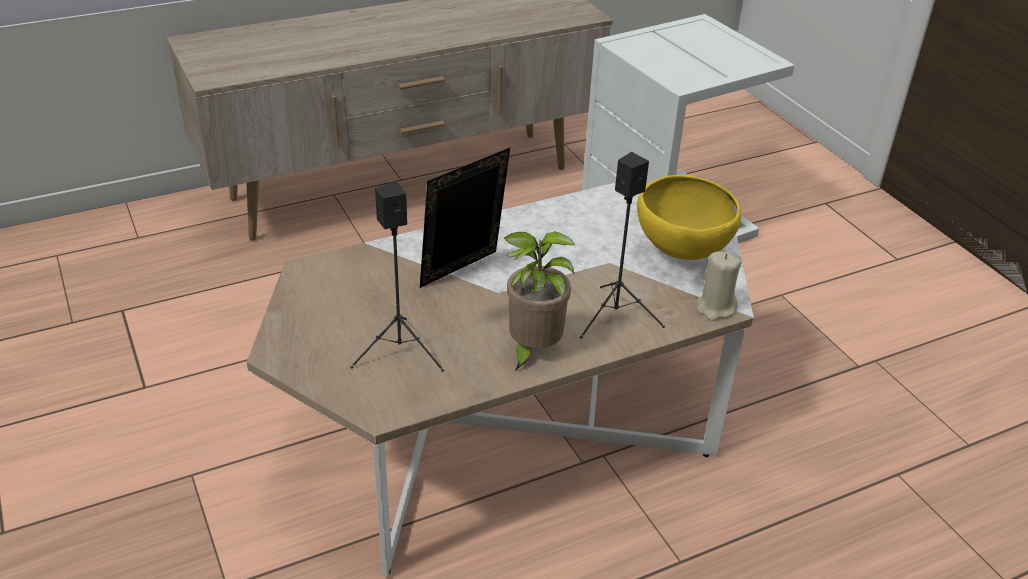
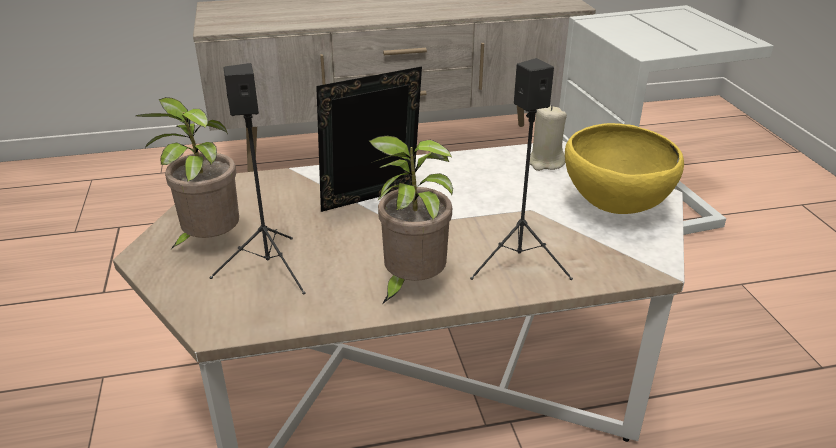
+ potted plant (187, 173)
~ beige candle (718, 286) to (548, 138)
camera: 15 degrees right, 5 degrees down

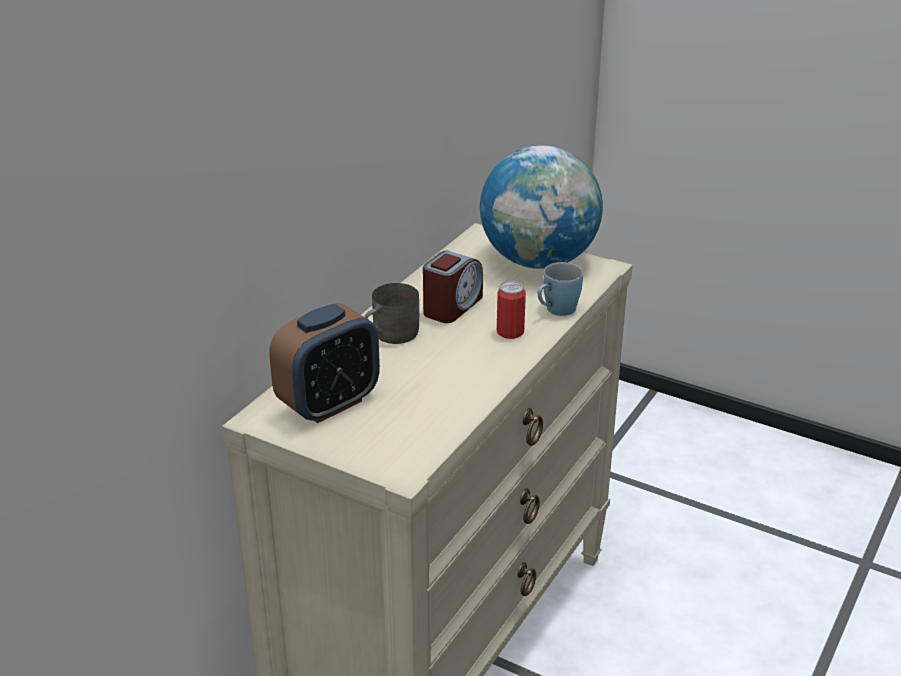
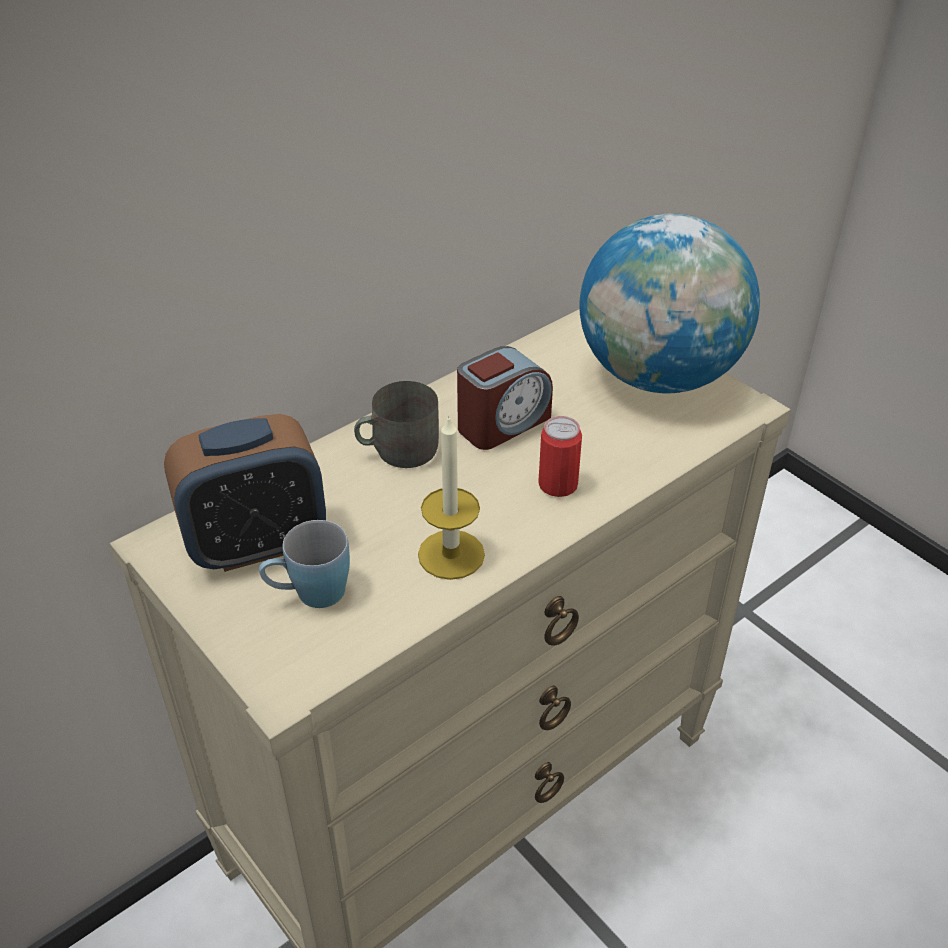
~ blue mug (560, 289) to (304, 564)
+ candle (451, 497)
camera: 20 degrees right, 10 degrees up

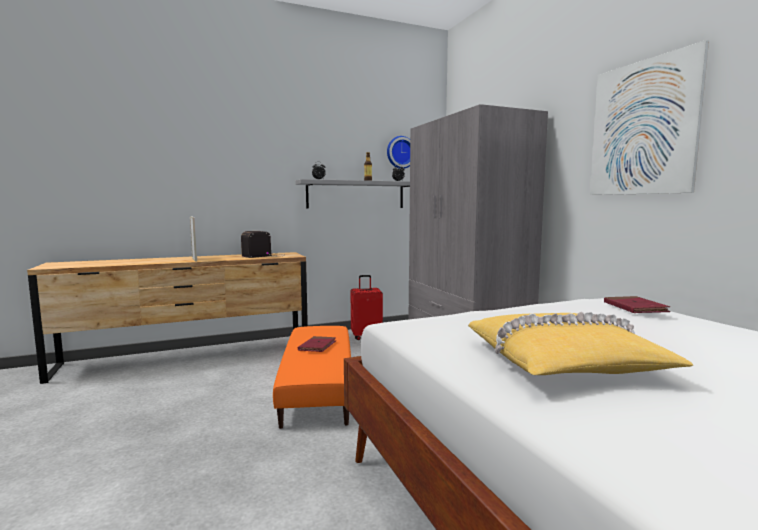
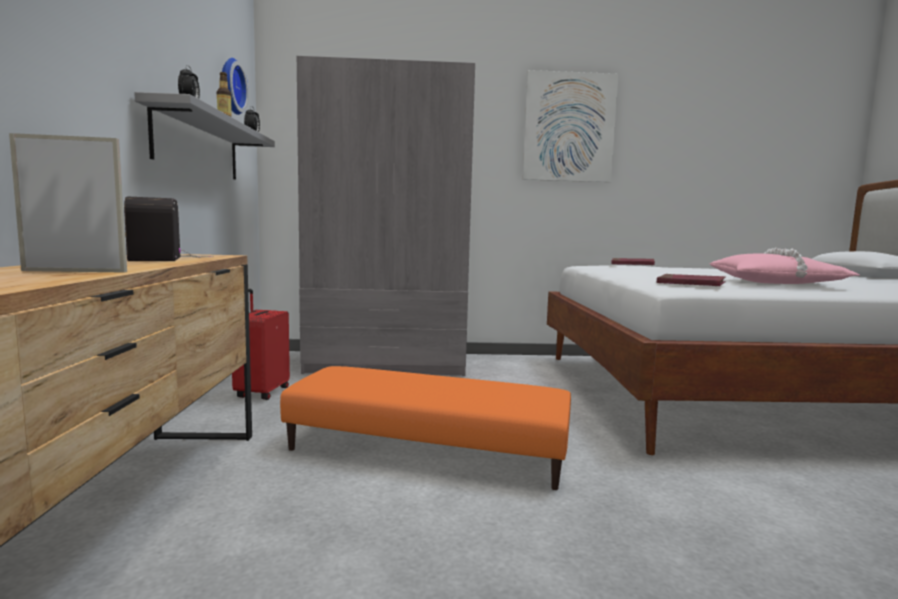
~ red book (317, 344) to (691, 280)
~ yellow pillow (580, 343) to pink pillow (785, 266)
camera: 70 degrees left, 0 degrees up

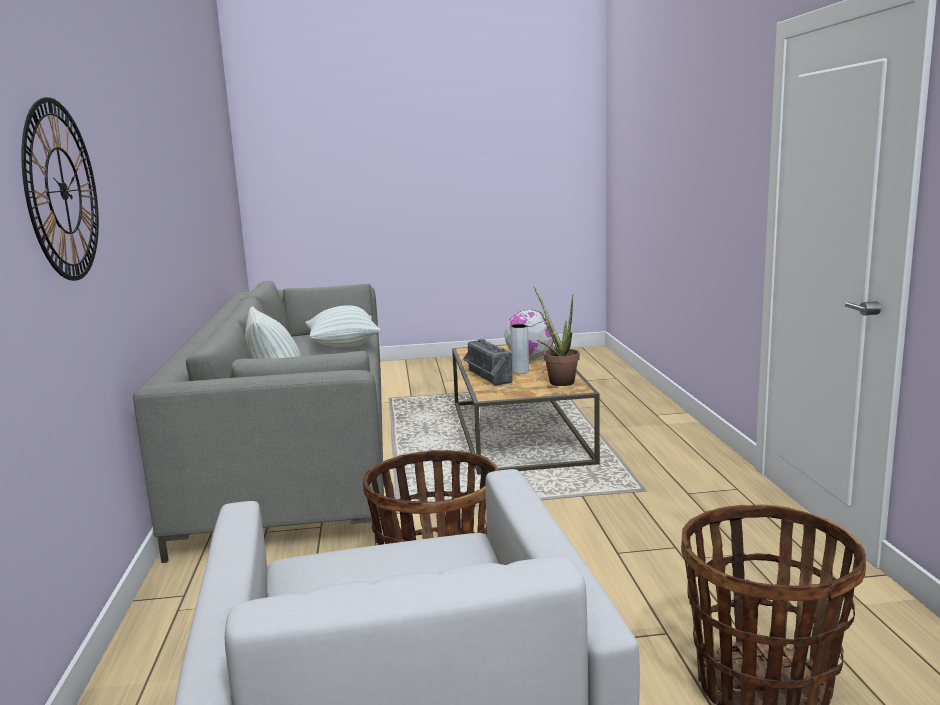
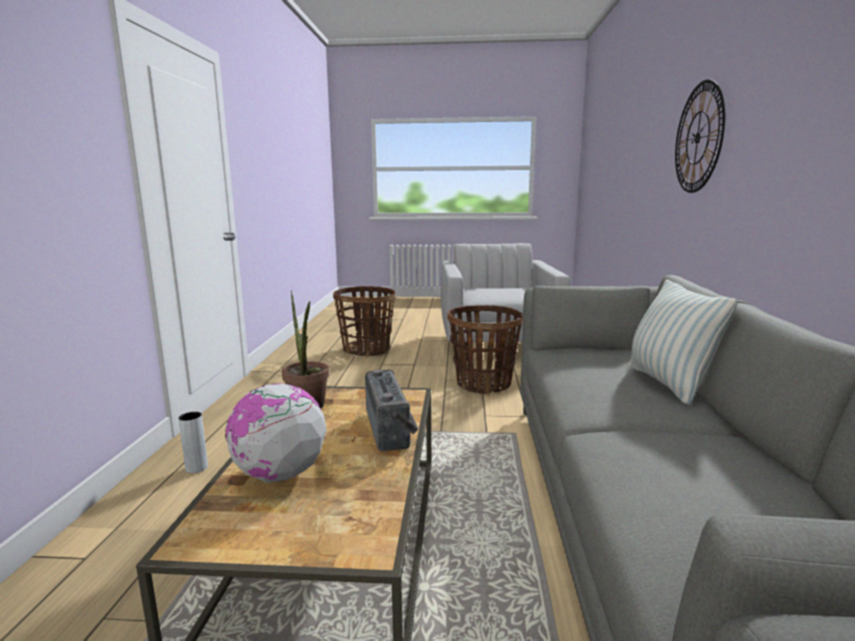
~ grey vase (519, 349) to (193, 442)
- pillow (343, 326)
camera: 170 degrees left, 0 degrees up

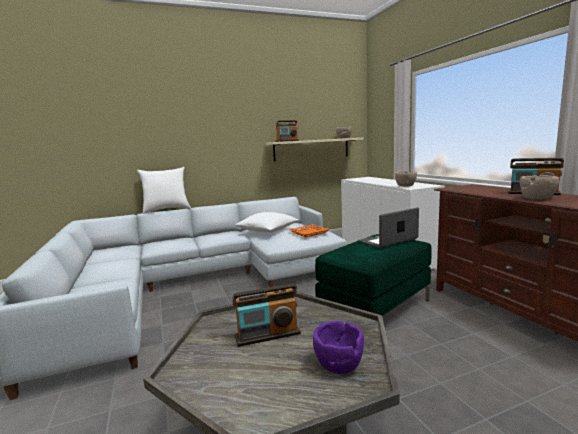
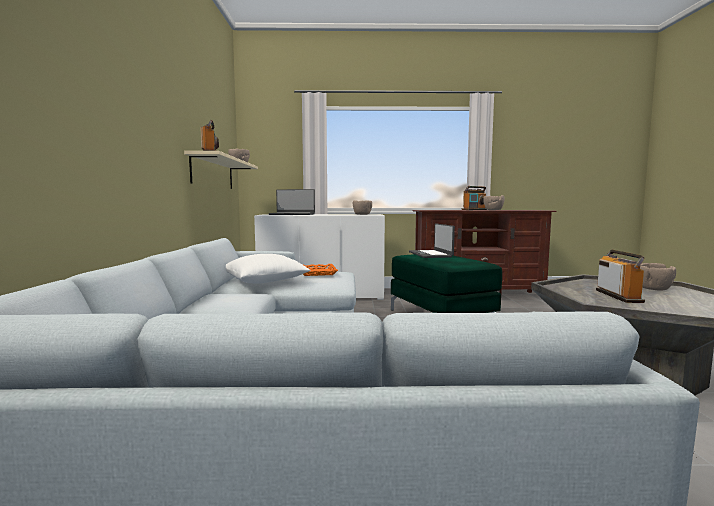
+ laptop (292, 202)
~ purple bowl (338, 347) to brown bowl (658, 277)
- white pillow (164, 190)
camera: 70 degrees left, 5 degrees down

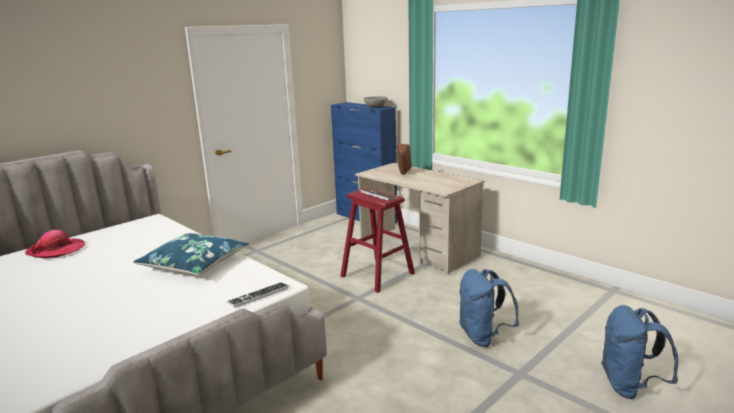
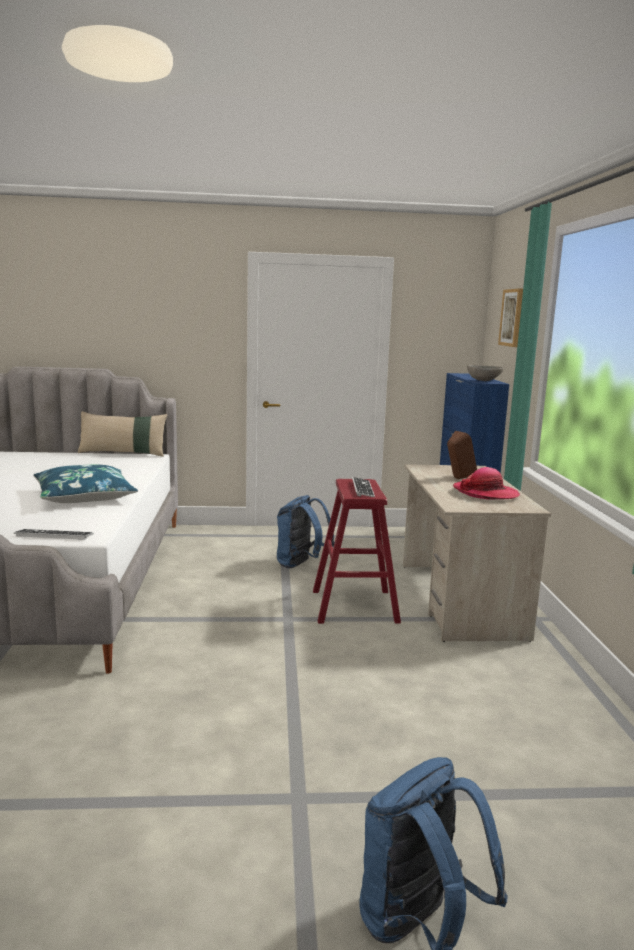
+ beige pillow (123, 434)
~ blue backpack (489, 308) to (306, 531)
~ hat (55, 244) to (486, 483)
+ picture (510, 318)
camera: 40 degrees right, 5 degrees down

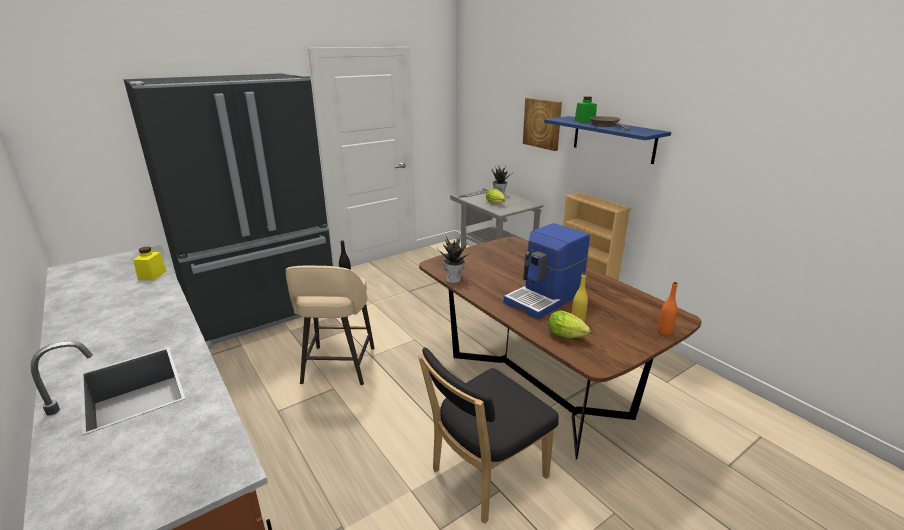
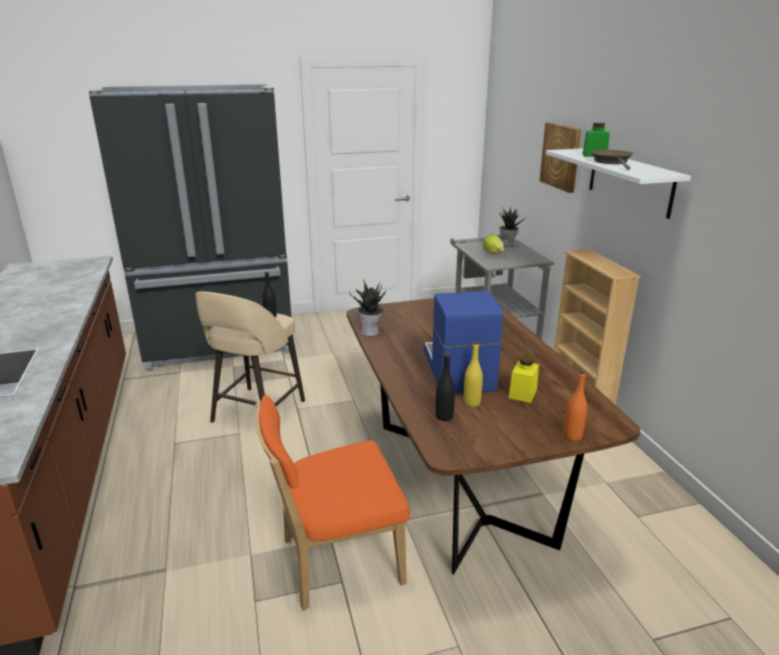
~ black chair (488, 435) to orange chair (332, 502)
~ coffee machine (547, 271) = (463, 342) 105 degrees clockwise
~ lettuce (569, 324) to black bottle (445, 387)
~ yellow jar (149, 263) to (524, 379)
~ blue shelf (607, 140) to white shelf (618, 183)
camera: 20 degrees right, 0 degrees up

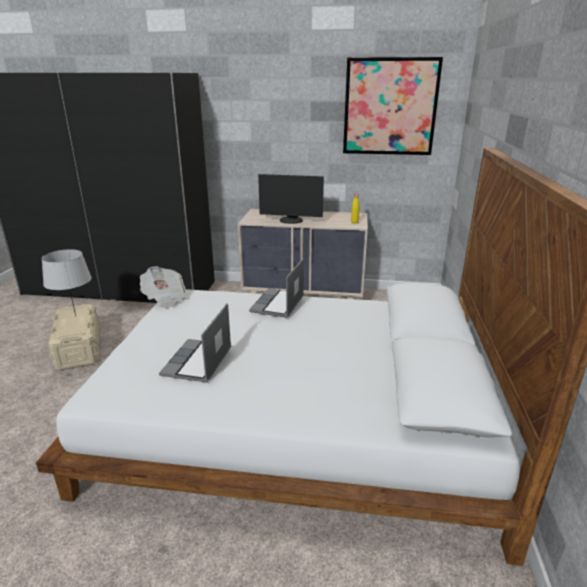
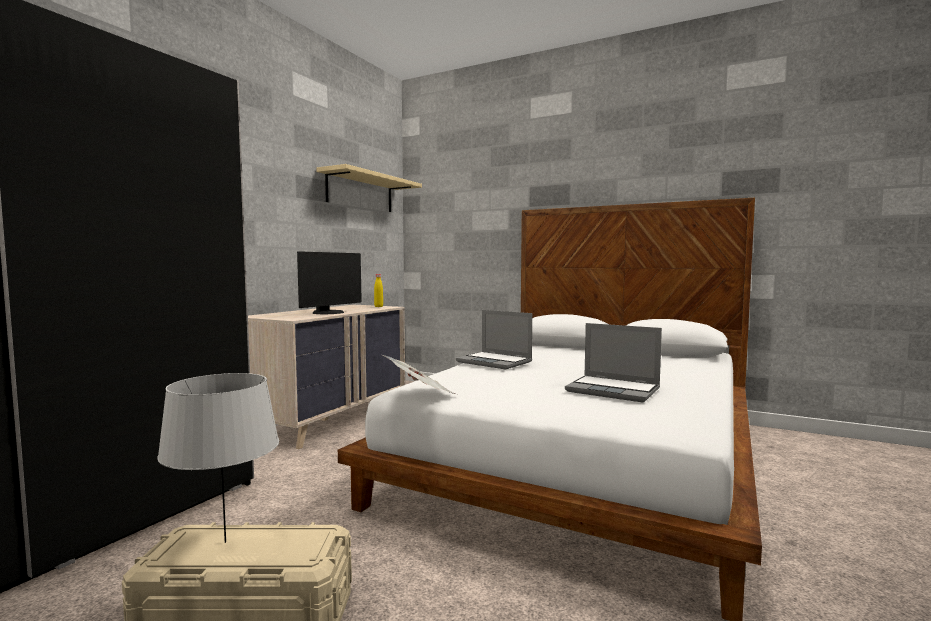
~ picture (393, 106) to beige shelf (369, 188)
camera: 70 degrees left, 20 degrees down

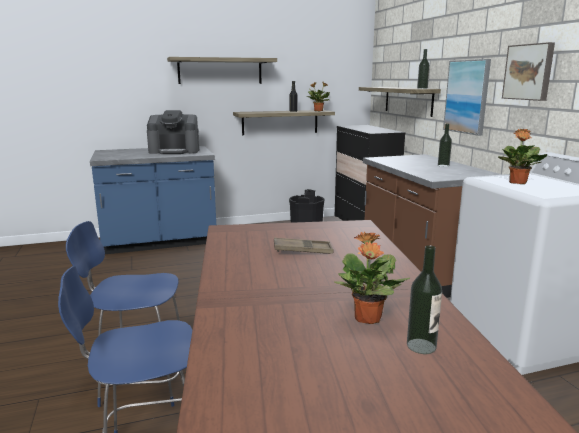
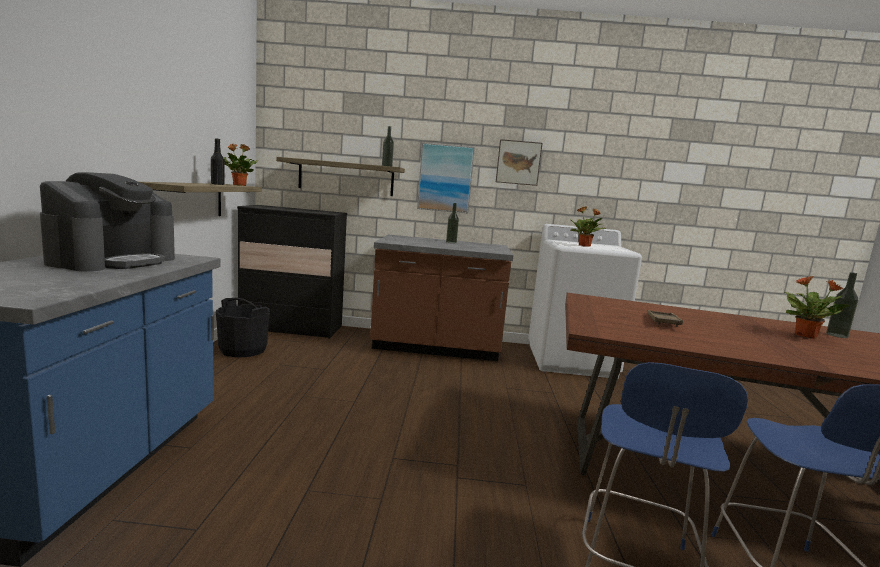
- shelf (222, 70)
camera: 70 degrees left, 5 degrees down

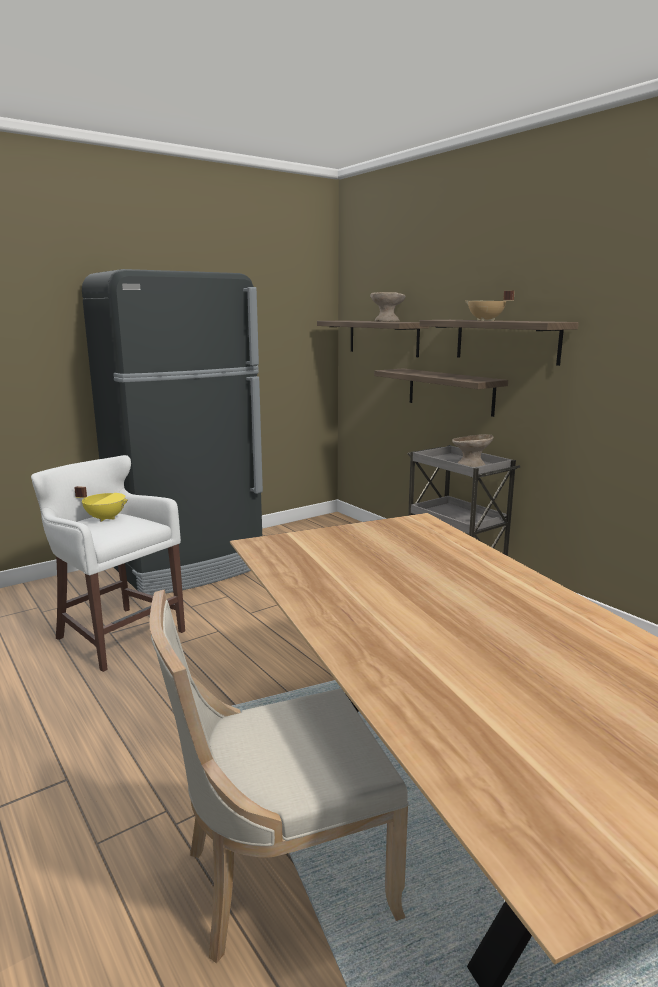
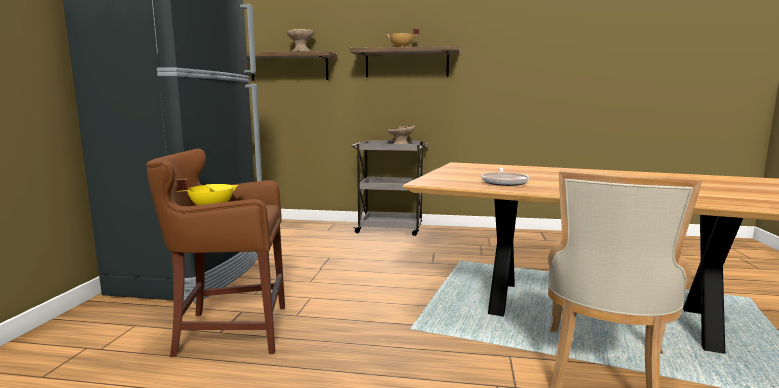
~ white stool (108, 563) to brown stool (215, 253)
+ frying pan (505, 177)
- shelf (441, 393)
camera: 45 degrees left, 5 degrees down

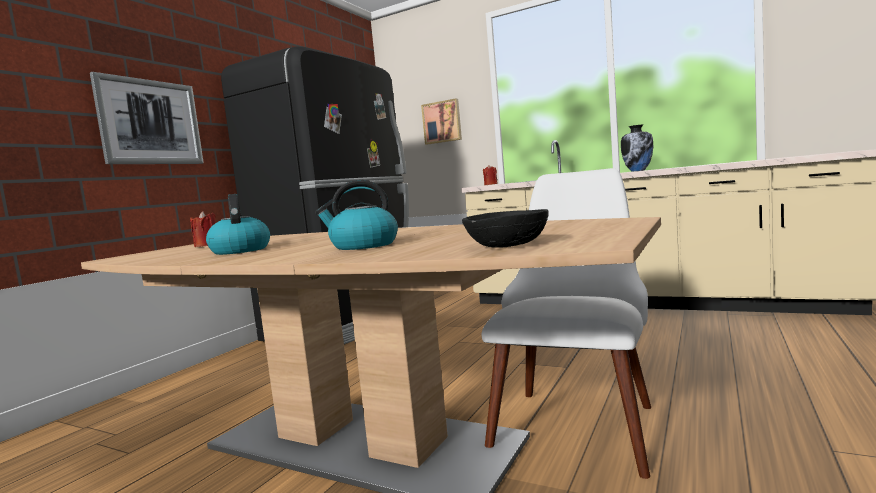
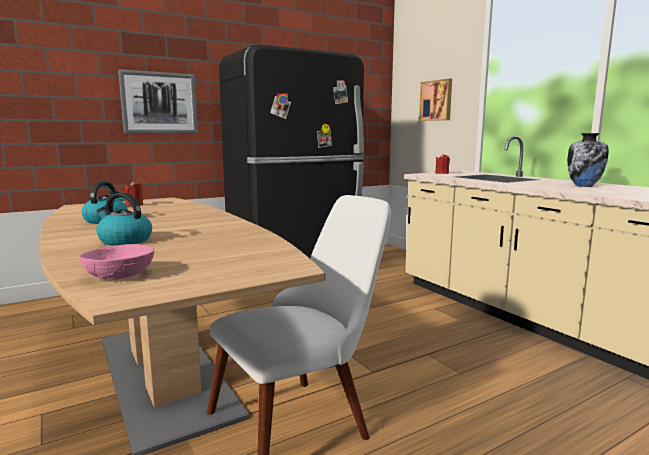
~ black bowl (505, 228) to pink bowl (116, 262)
camera: 30 degrees right, 5 degrees up

